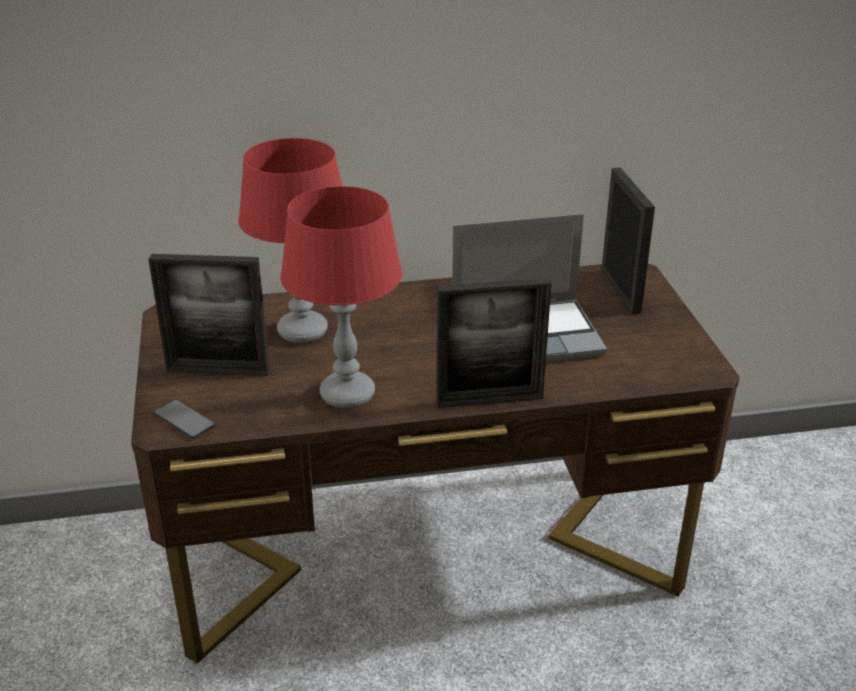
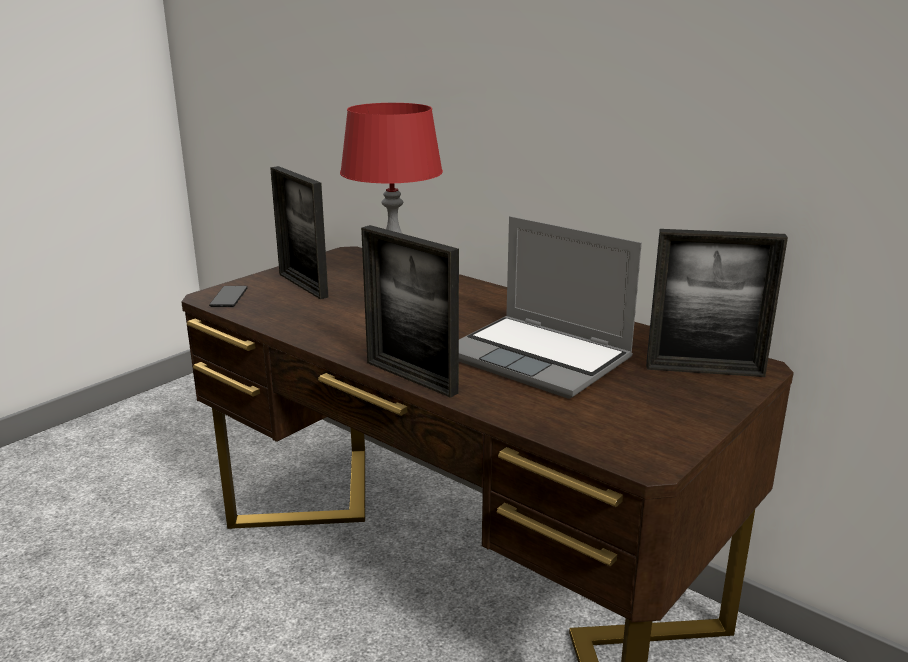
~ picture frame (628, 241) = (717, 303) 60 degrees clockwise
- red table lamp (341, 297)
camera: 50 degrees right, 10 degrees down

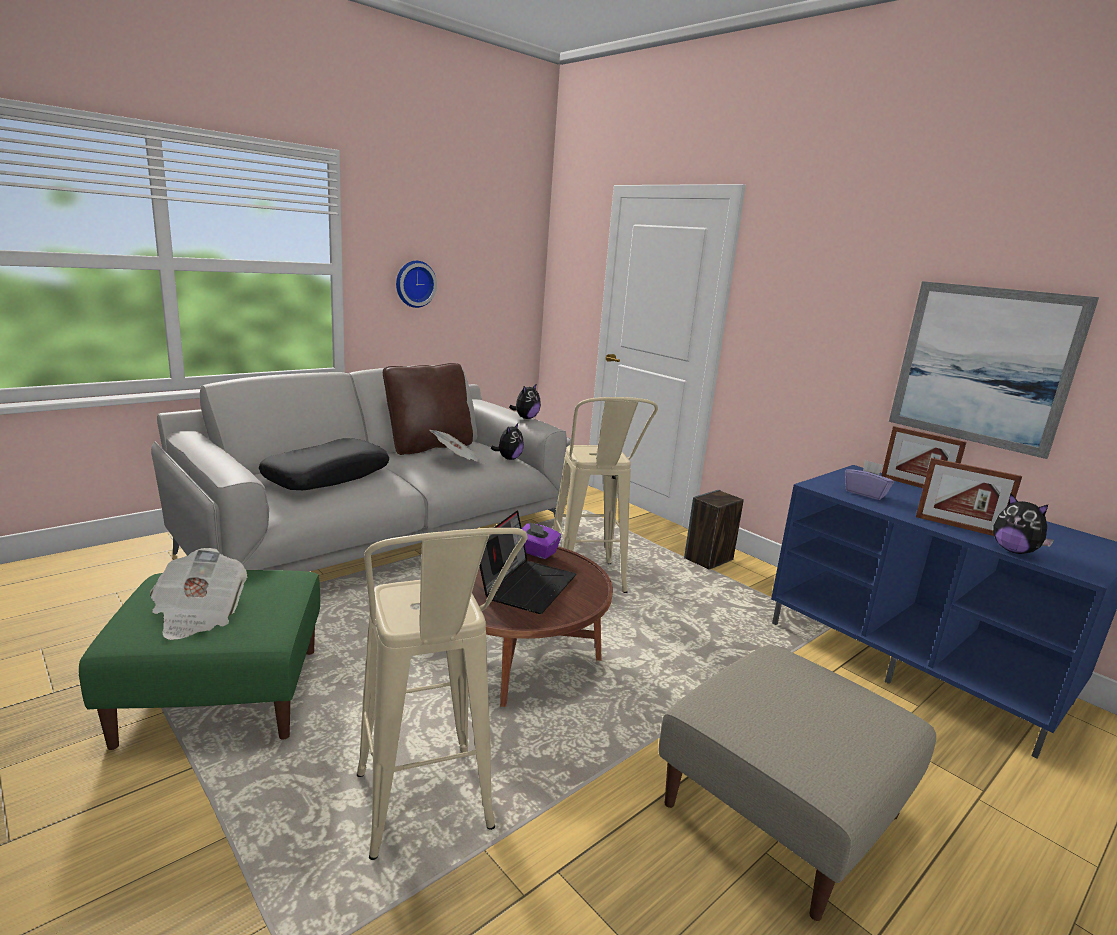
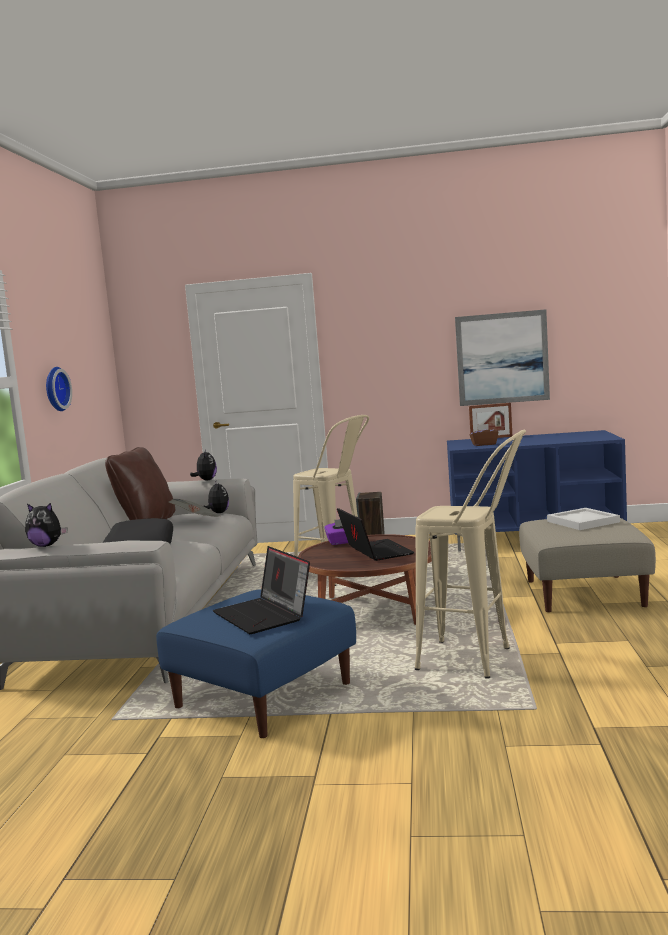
~ plush toy (1023, 523) to (46, 524)
~ green ottoman (199, 660) to blue ottoman (256, 663)
~ newspaper (198, 594) to laptop (261, 590)
~ purple tissue box (869, 480) to brown tissue box (484, 435)
+ white tray (583, 519)
- picture frame (969, 497)
camera: 40 degrees left, 10 degrees down

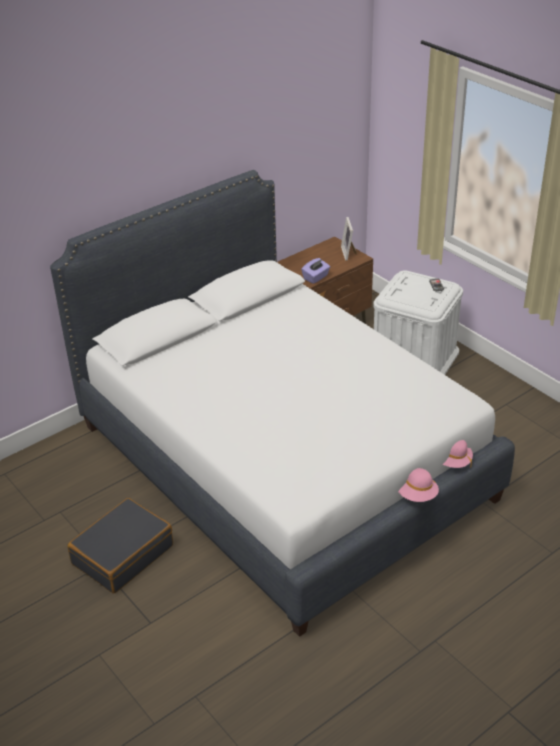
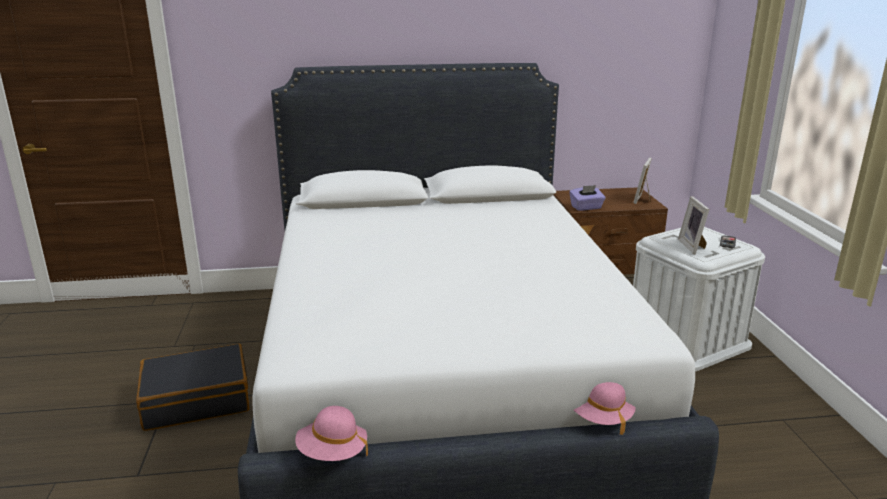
~ pink hat (418, 485) to (331, 433)
+ picture frame (694, 225)
camera: 30 degrees right, 15 degrees down

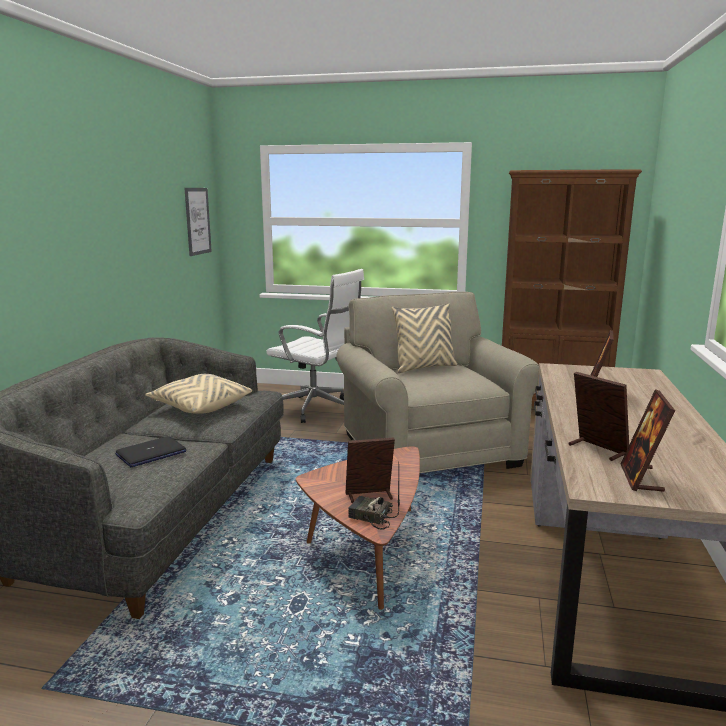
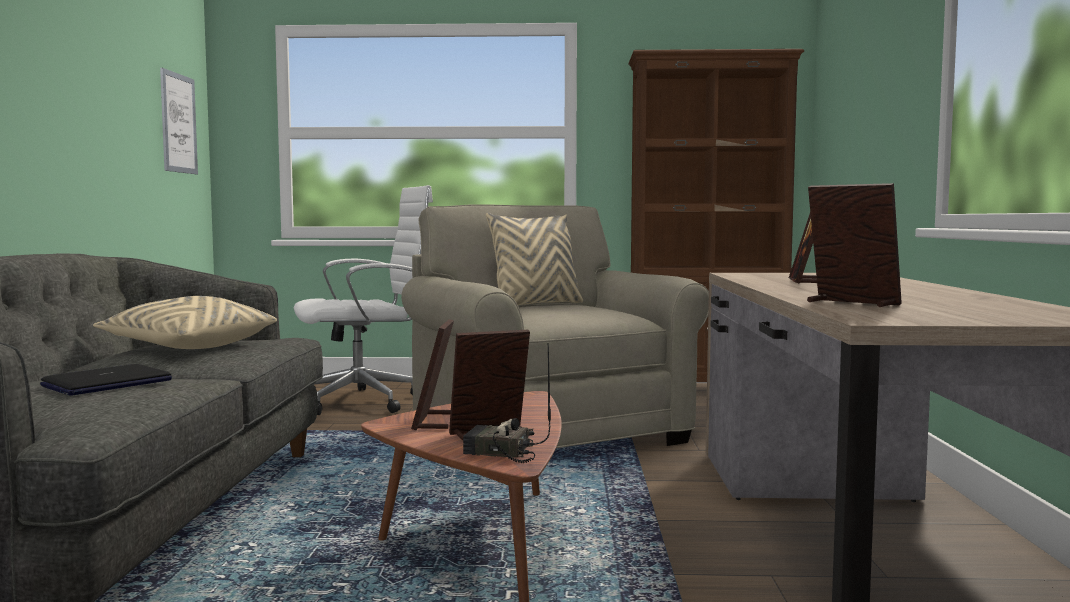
~ white office chair (315, 346) = (363, 300) 45 degrees counterclockwise
~ picture frame (648, 440) to (432, 374)
camera: 10 degrees left, 10 degrees down

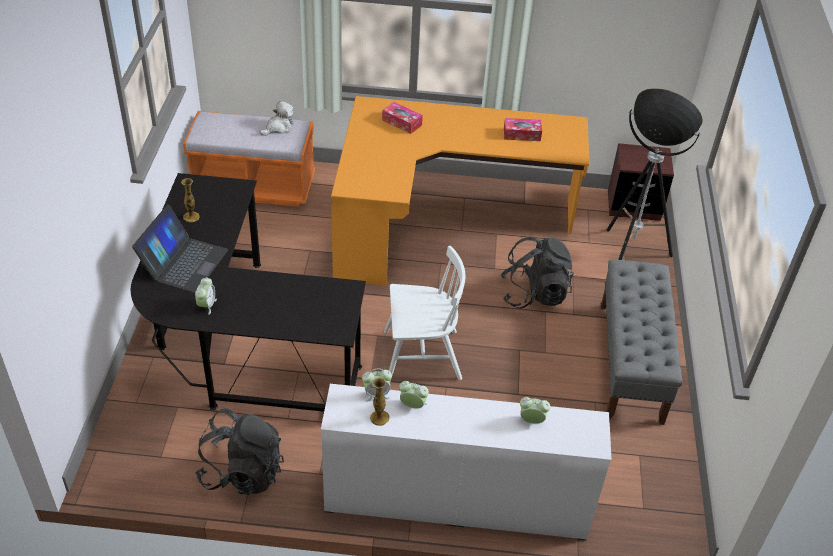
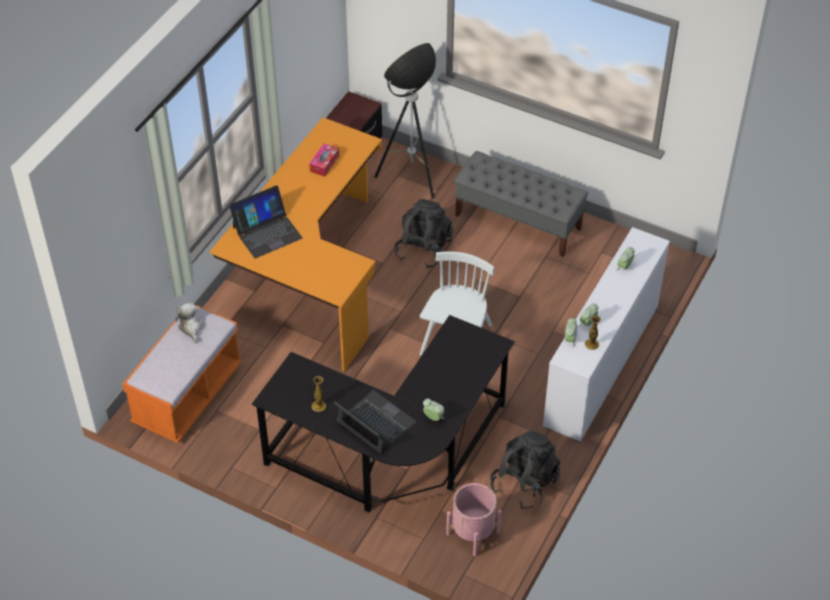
~ tissue box (402, 118) to laptop (266, 221)
+ pink planter (474, 519)
camera: 65 degrees left, 5 degrees up

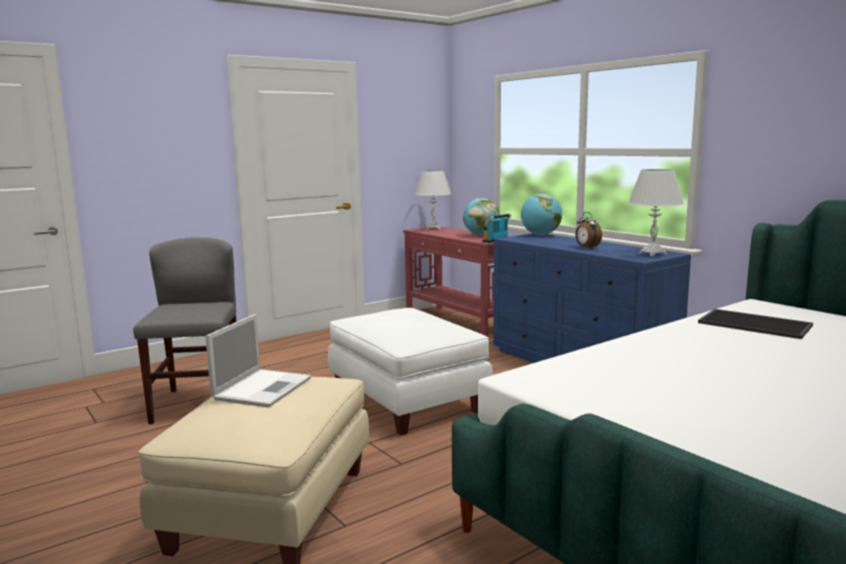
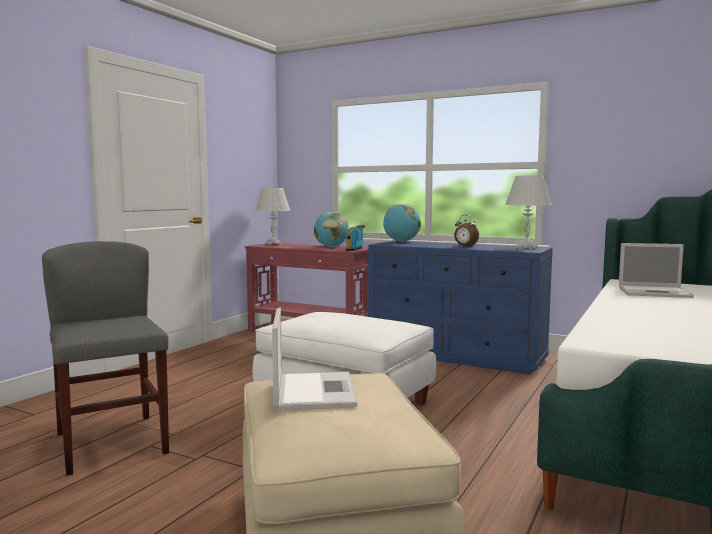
~ tray (755, 324) to laptop (656, 270)
camera: 25 degrees left, 5 degrees down

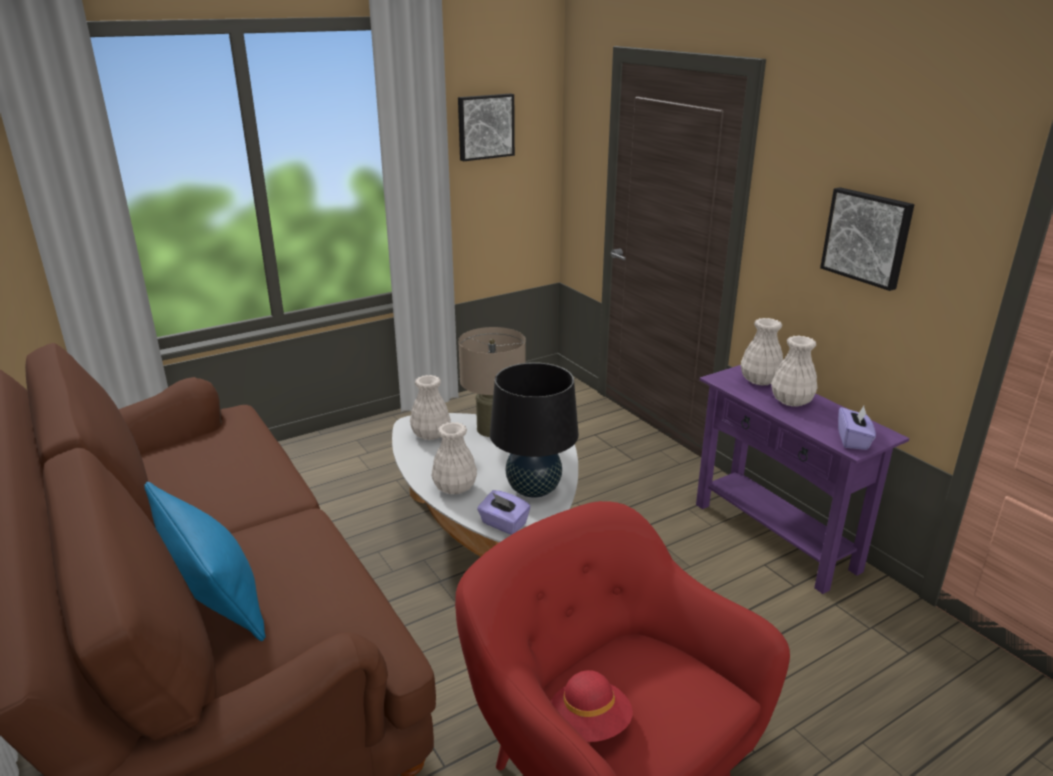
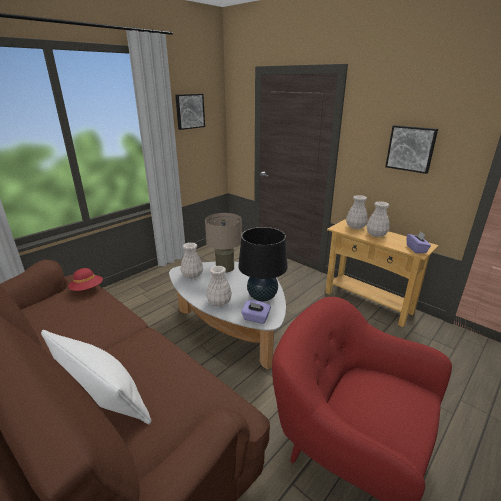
~ blue pillow (205, 561) to white pillow (96, 377)
~ red hat (592, 706) to (85, 279)
~ purple console table (802, 479) to beige console table (382, 273)
camera: 15 degrees left, 0 degrees up

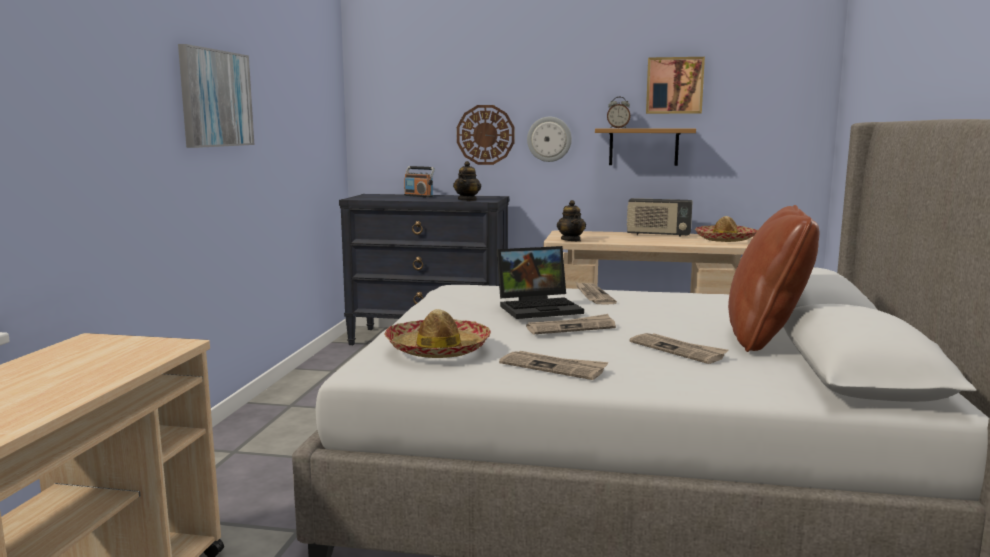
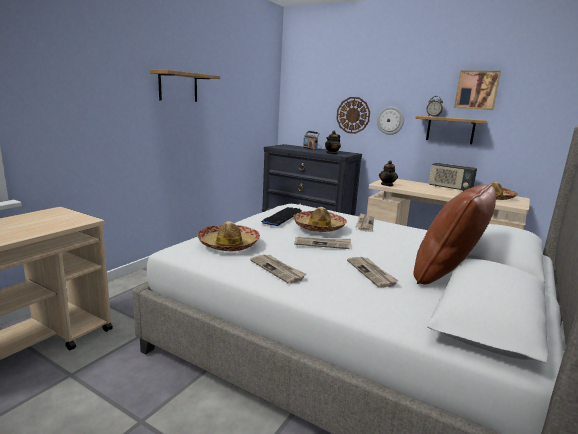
~ picture (216, 96) to shelf (185, 86)
+ keyboard (281, 216)
~ laptop (540, 282) to hat (320, 219)
camera: 20 degrees right, 5 degrees up

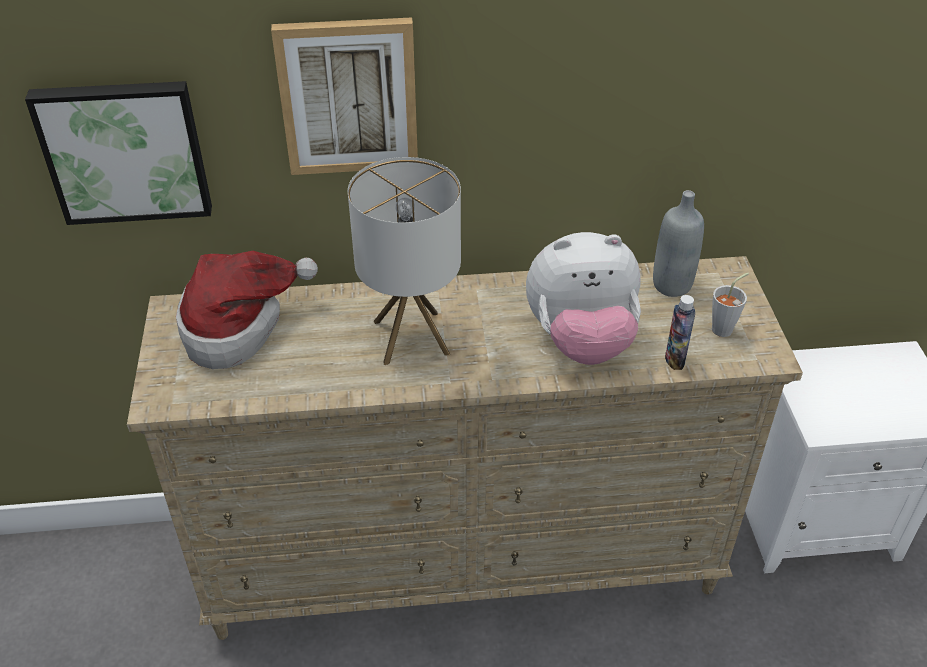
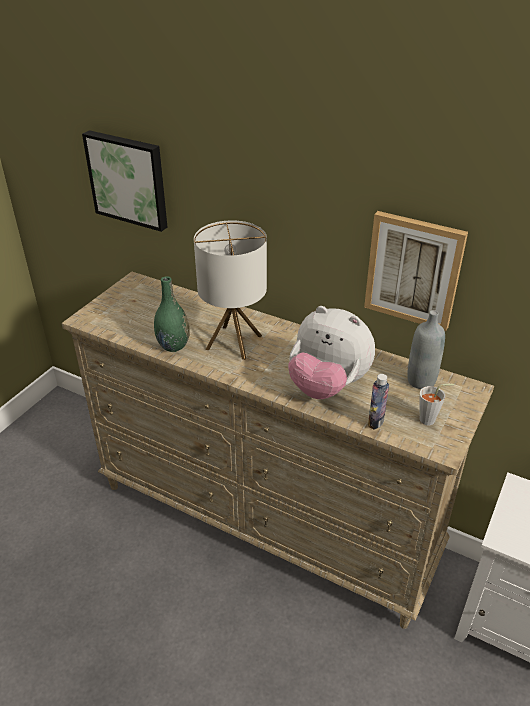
+ green vase (172, 314)
~ picture (344, 96) to (416, 271)
- hat (247, 310)
camera: 35 degrees right, 5 degrees down

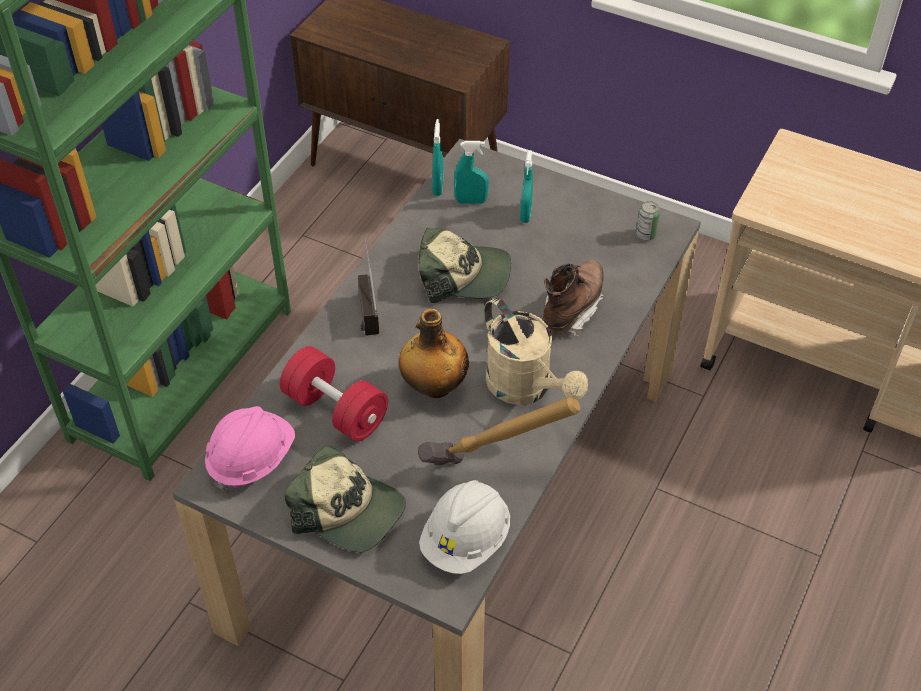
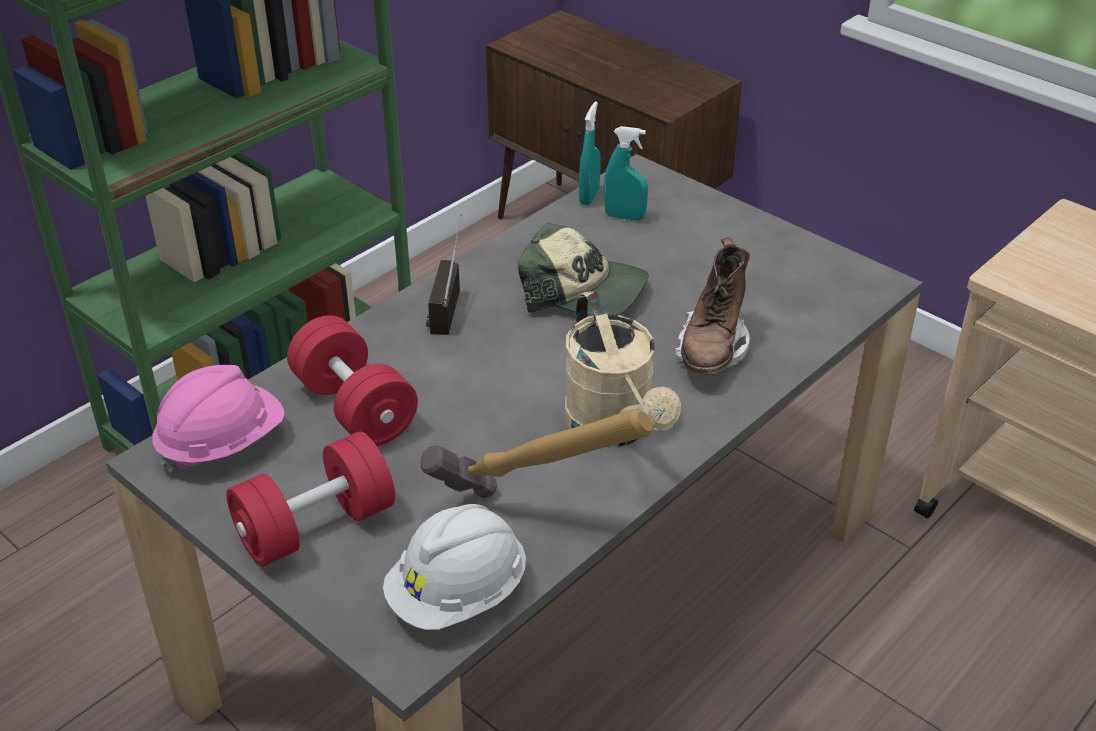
~ cap (345, 498) to red dumbbell (310, 499)
~ brown boot (573, 298) = (712, 306) 150 degrees clockwise
- bottle (434, 353)
- turquoise spray bottle (526, 186)
- can (648, 220)
camera: 15 degrees right, 10 degrees down

